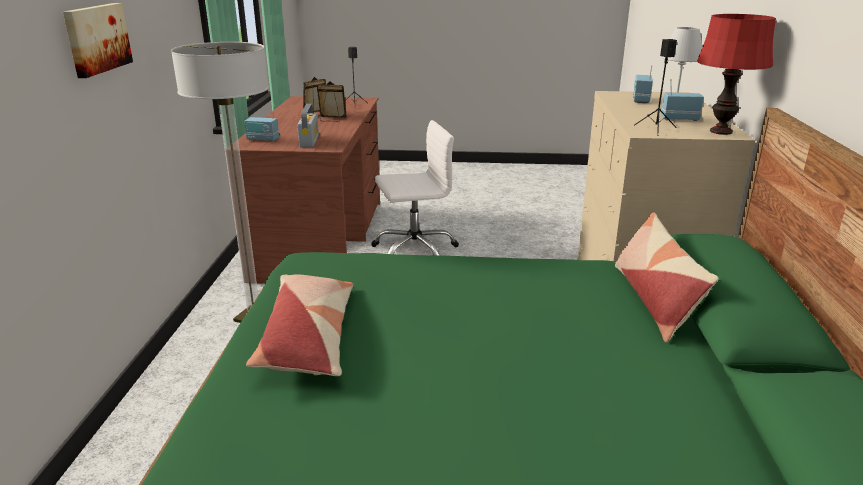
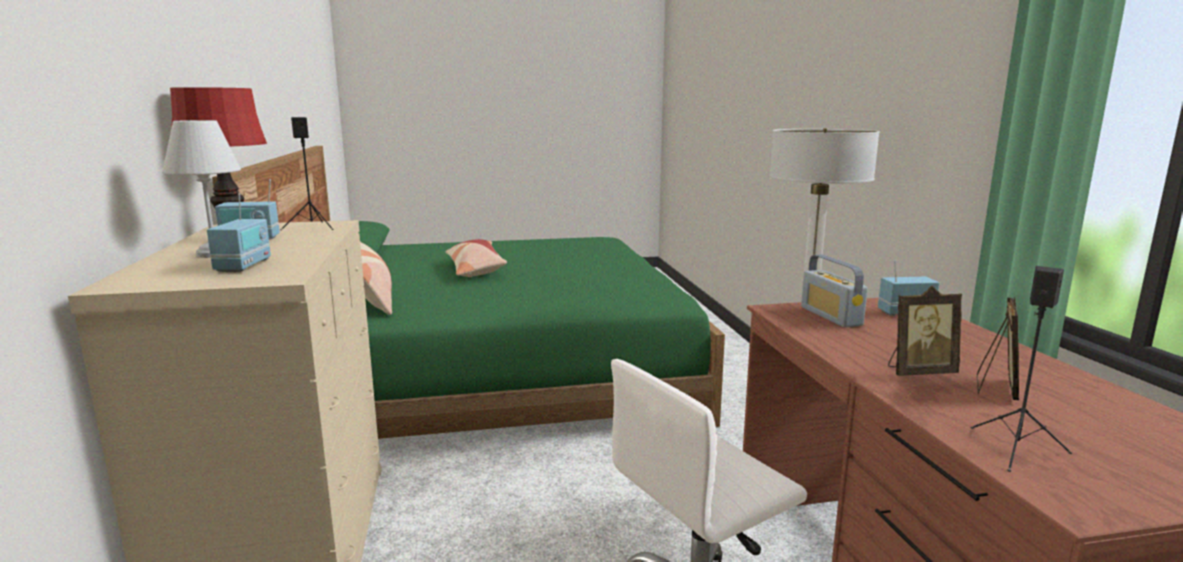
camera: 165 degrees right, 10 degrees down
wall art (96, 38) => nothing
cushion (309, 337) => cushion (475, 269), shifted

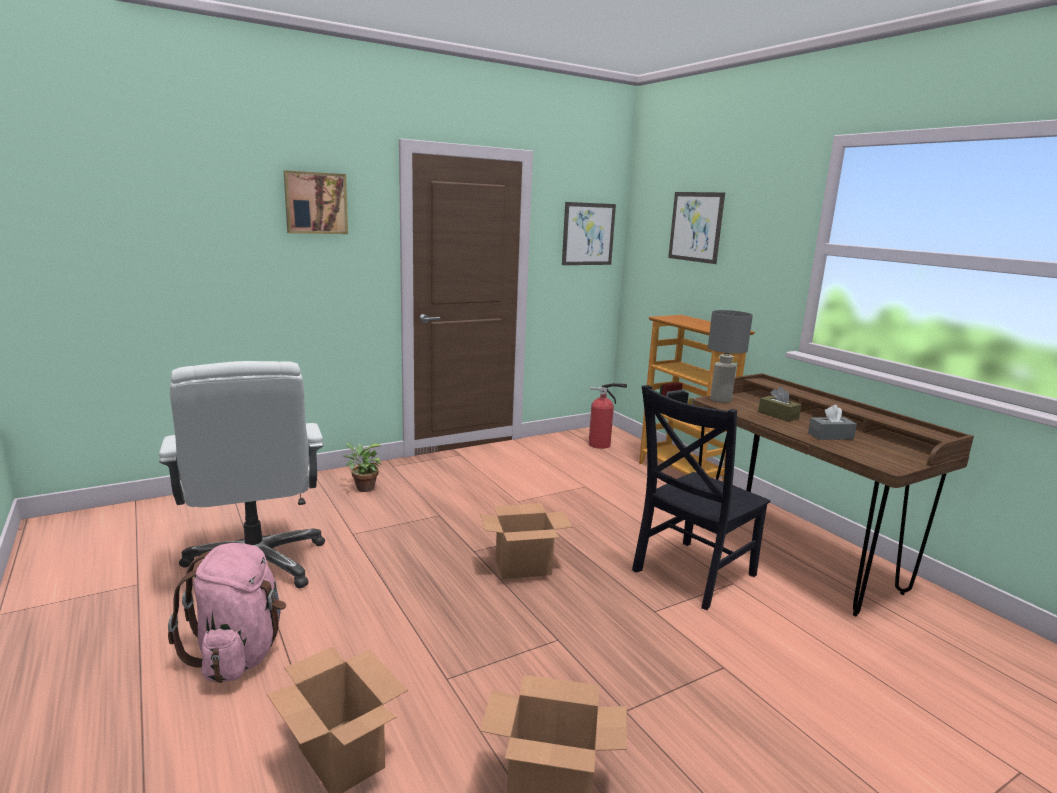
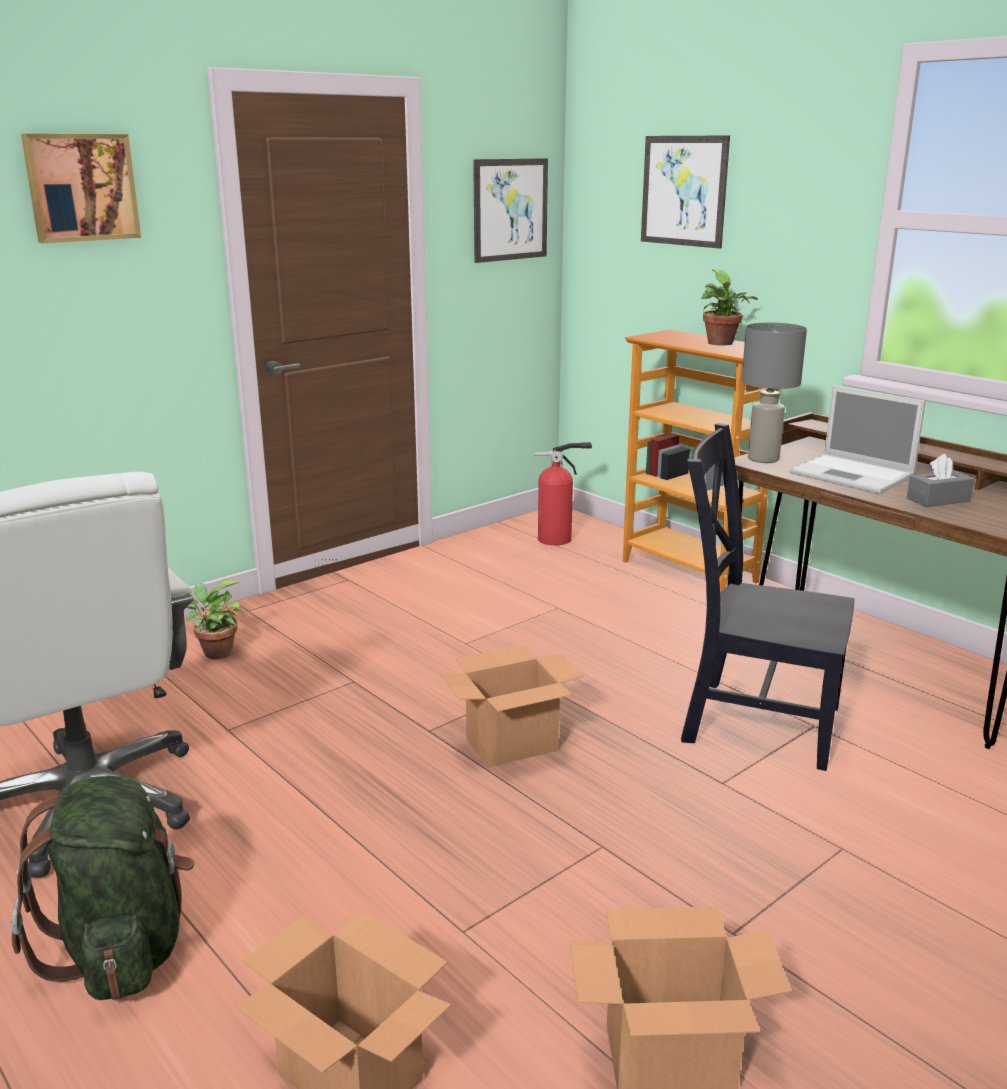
camera: 10 degrees left, 5 degrees up
upright chair (black) (690, 574) => upright chair (black) (753, 721), 75 degrees clockwise
tissue box (brown) (778, 415) => portable computer (853, 475)
backpack (pink-coloured) (239, 654) => backpack (green) (122, 948)
nothing => potted plant (721, 344)

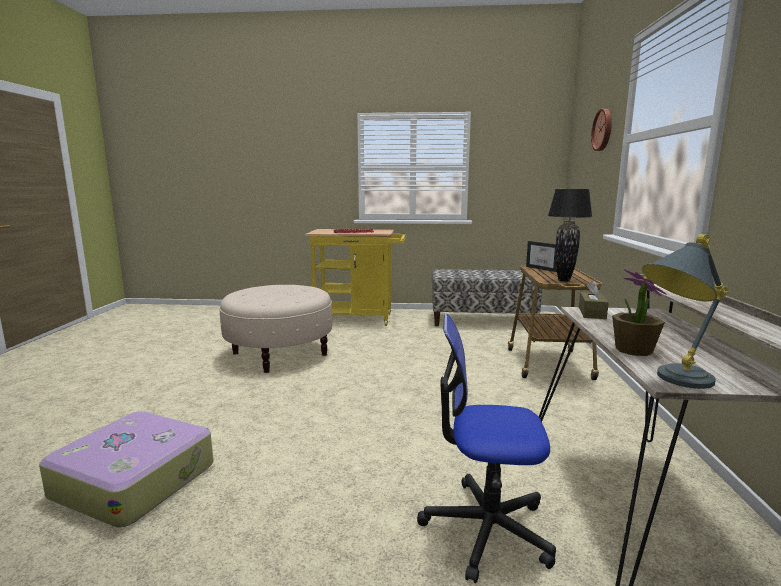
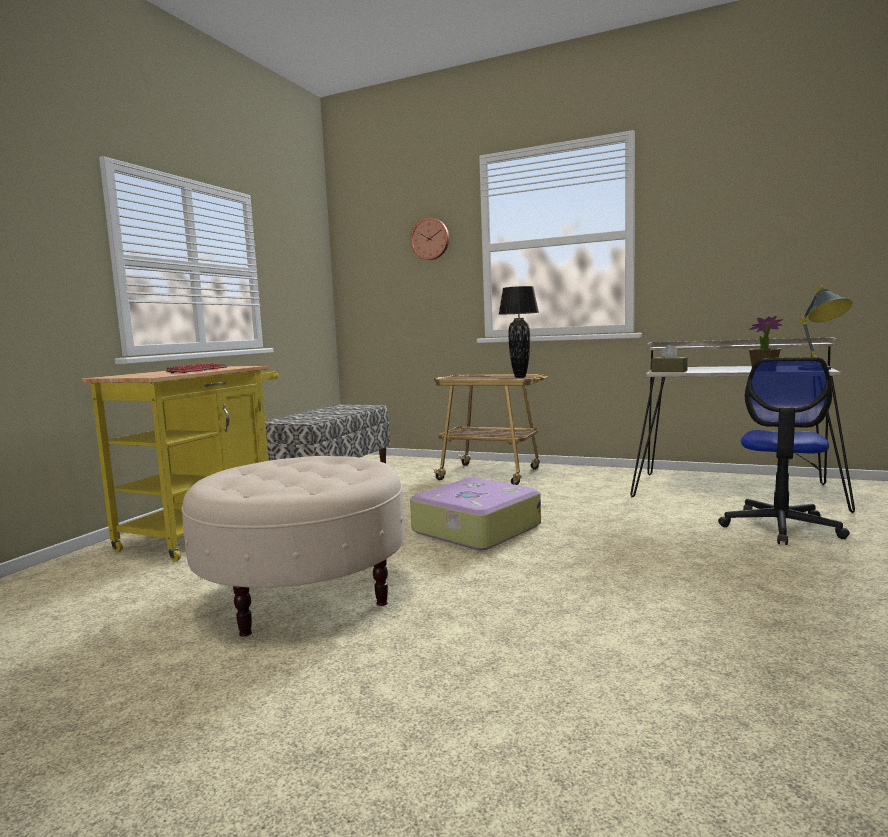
camera: 70 degrees left, 5 degrees down
standing frame (544, 269) => nothing
piece of luggage (135, 479) => piece of luggage (474, 529), shifted

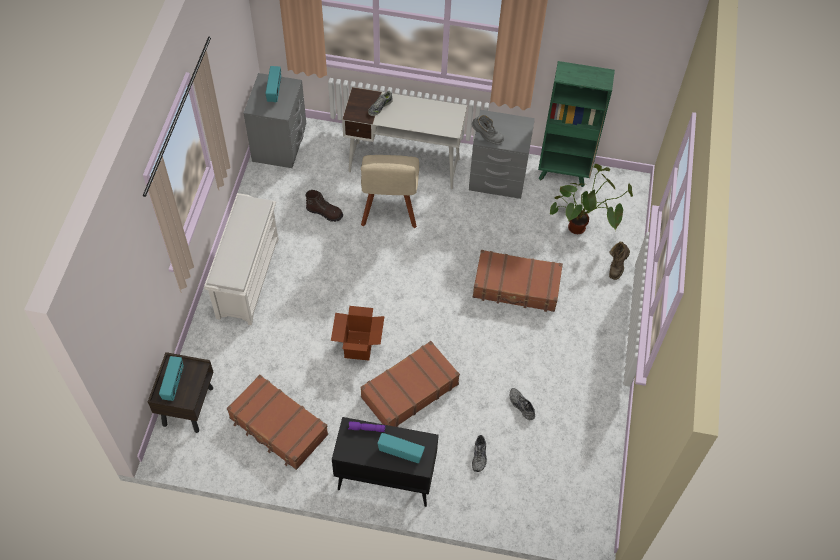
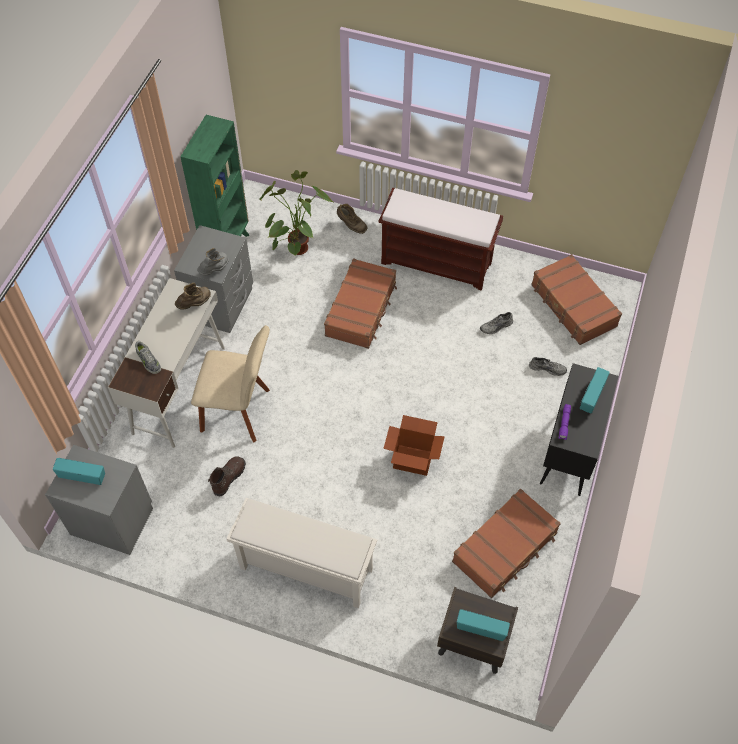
camera: 80 degrees left, 0 degrees up
piece of luggage (brown) (409, 390) => piece of luggage (brown) (573, 306), shifted
nothing => indoor bench (brown) (437, 262)
nothing => high-top boot (brown) (195, 304)

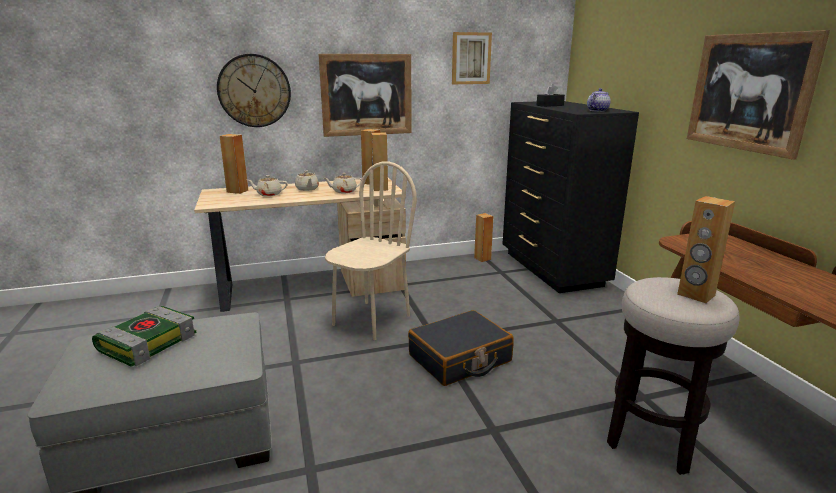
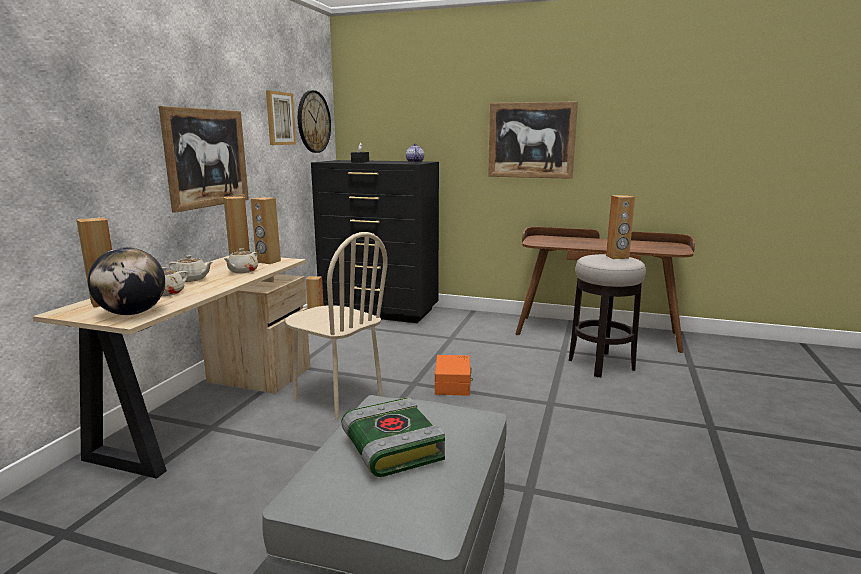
camera: 55 degrees left, 5 degrees down
hanging clock (254, 91) => hanging clock (313, 122), shifted
upright chair (sand-coloured) (371, 320) => upright chair (sand-coloured) (337, 398), 150 degrees clockwise
piece of luggage (black) (460, 359) => storage box (orange) (454, 384)
nothing => globe (132, 313)

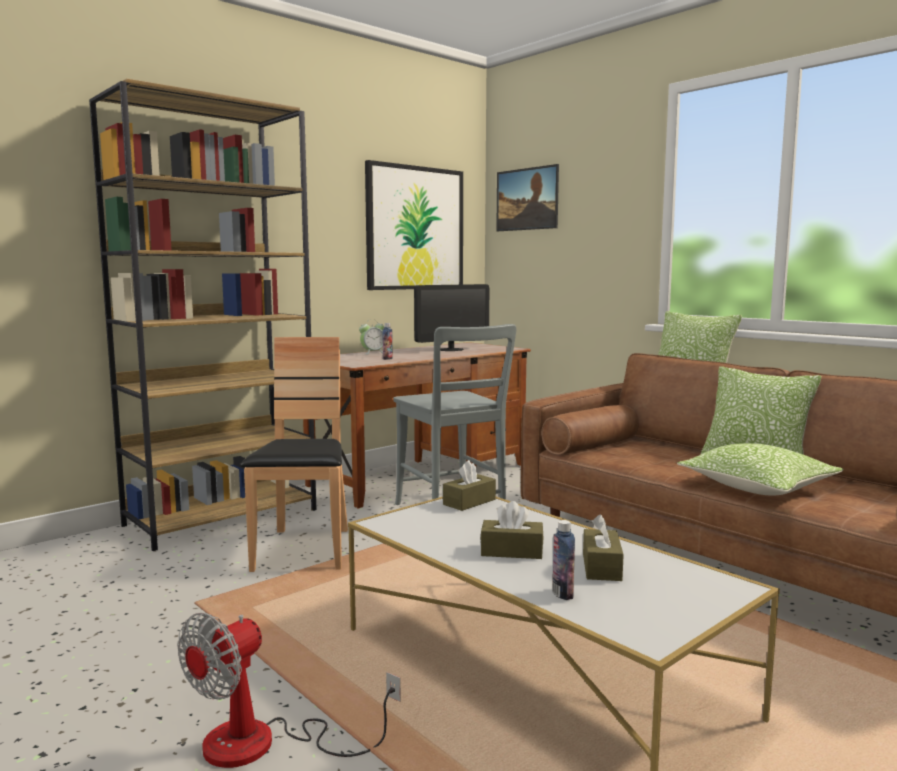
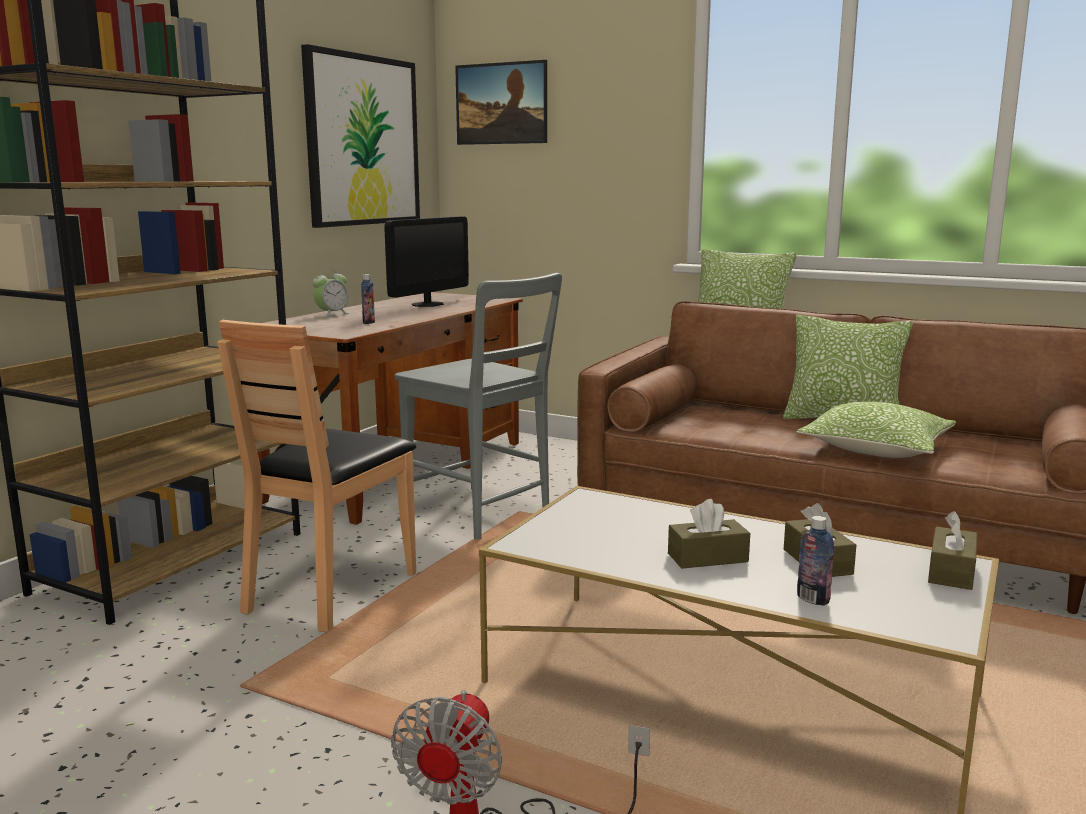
camera: 20 degrees left, 5 degrees up
upright chair (brown) (304, 550) => upright chair (brown) (331, 590), 135 degrees counterclockwise
tissue box (brown) (469, 502) => tissue box (brown) (951, 572), shifted

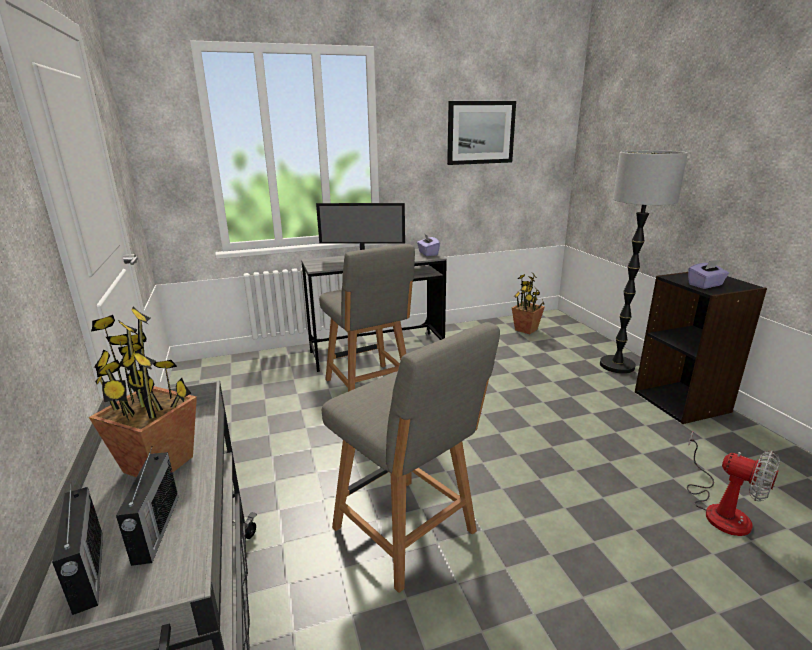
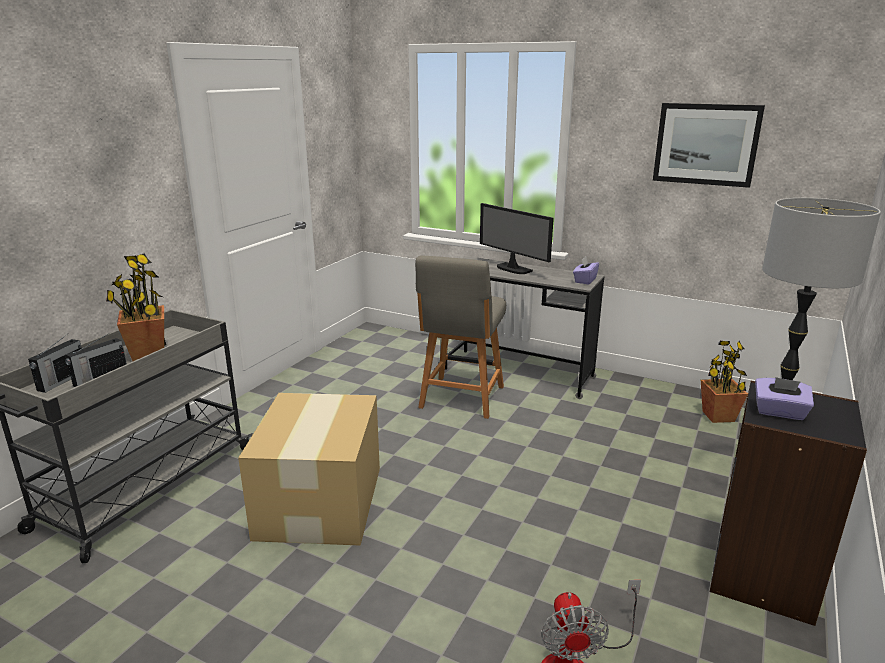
camera: 45 degrees right, 0 degrees up
upright chair (gray) (407, 532) => packing box (318, 503)

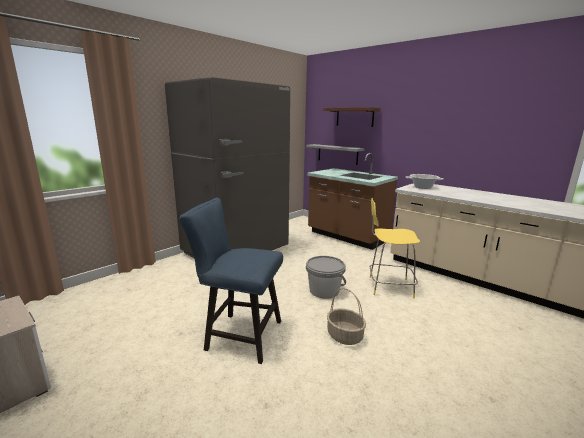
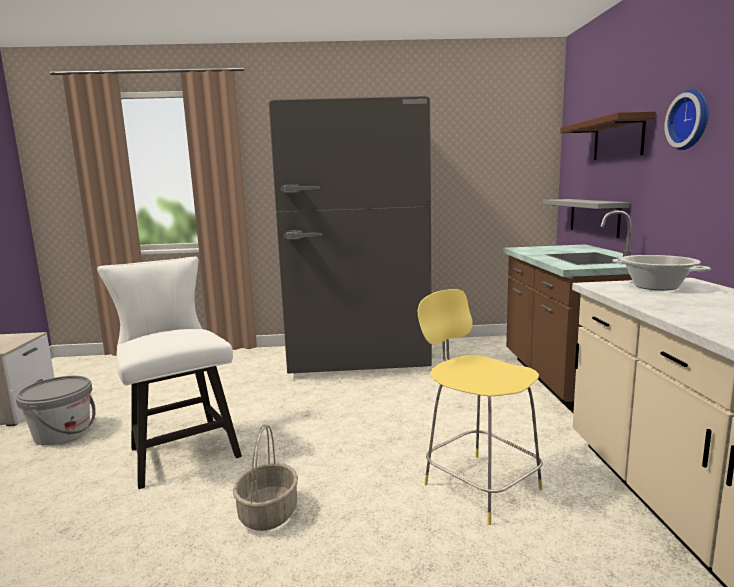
camera: 45 degrees right, 5 degrees down
upright chair (blue-coloured) (238, 335) => upright chair (whitish) (180, 449)
pail (gray) (324, 290) => pail (gray) (62, 433), shifted
nothing => hanging clock (691, 120)

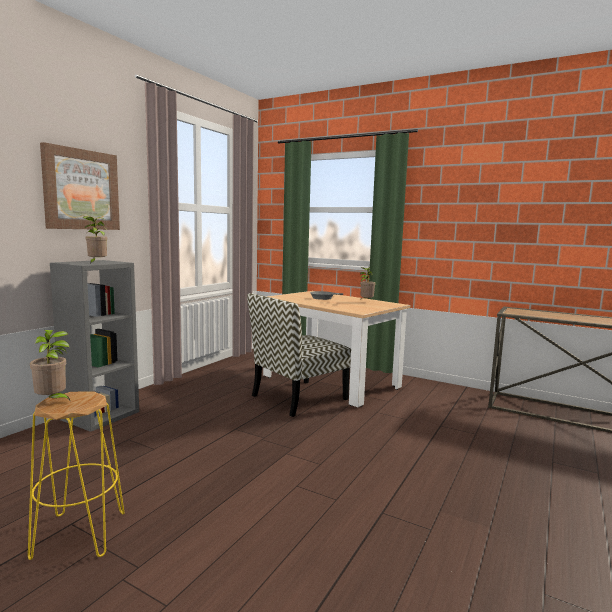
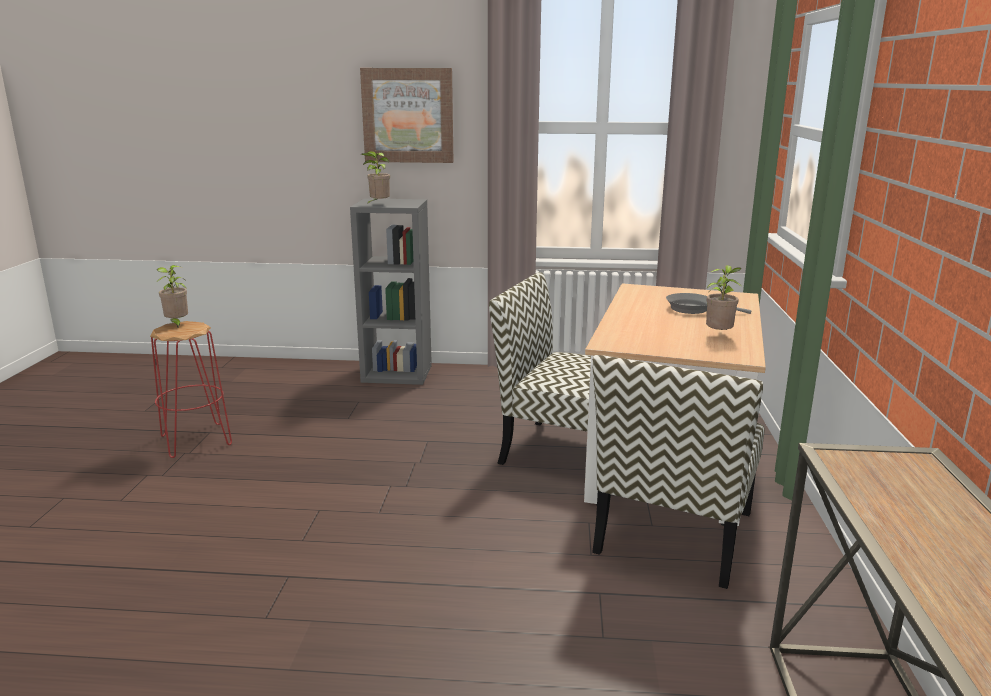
camera: 65 degrees right, 10 degrees up
sitting stool (yellowish) (79, 535) => sitting stool (reddish) (195, 440)
nothing => upright chair (674, 534)

